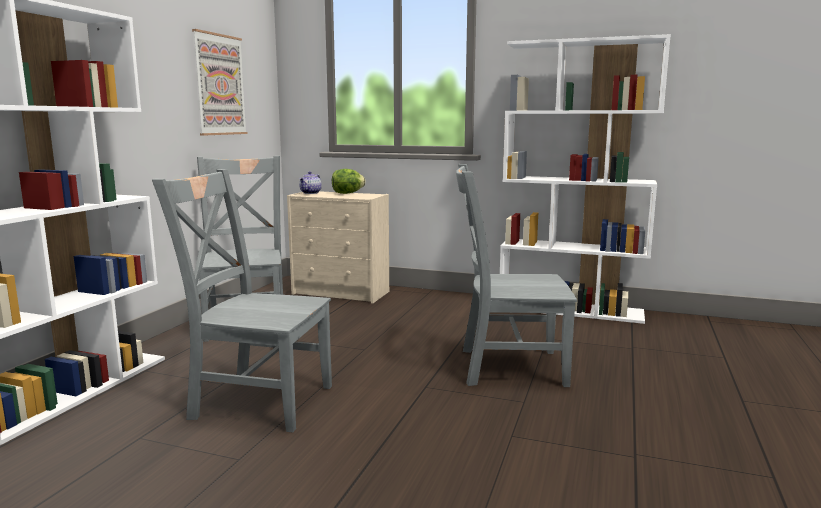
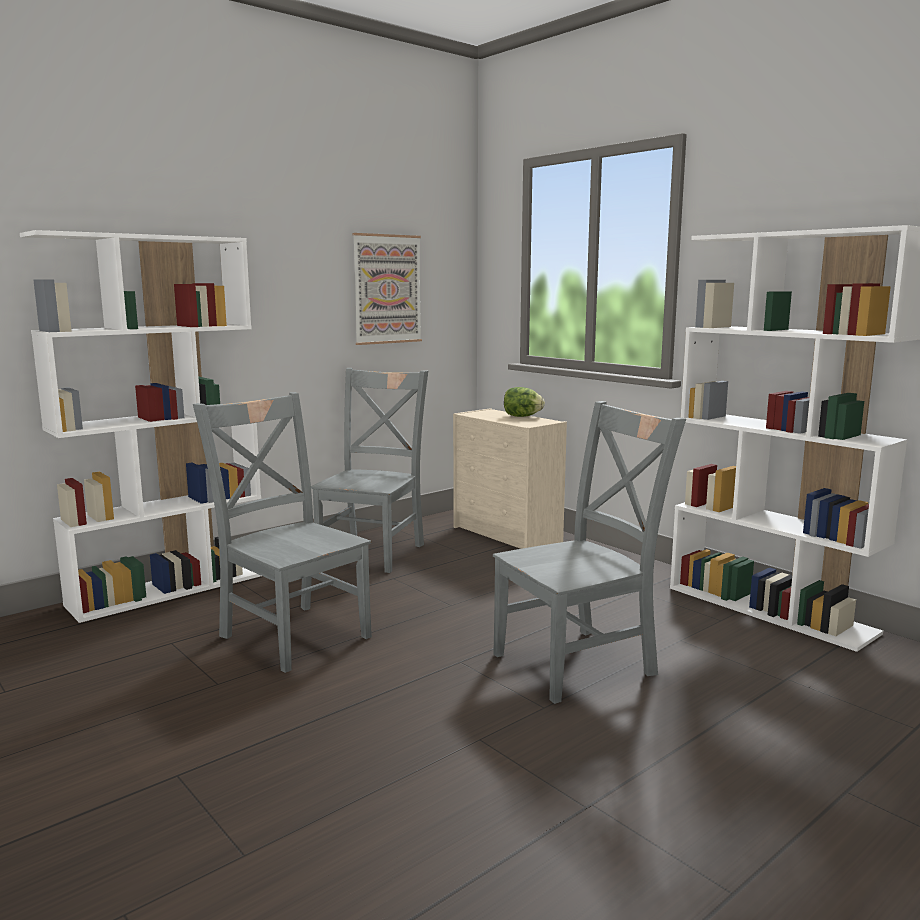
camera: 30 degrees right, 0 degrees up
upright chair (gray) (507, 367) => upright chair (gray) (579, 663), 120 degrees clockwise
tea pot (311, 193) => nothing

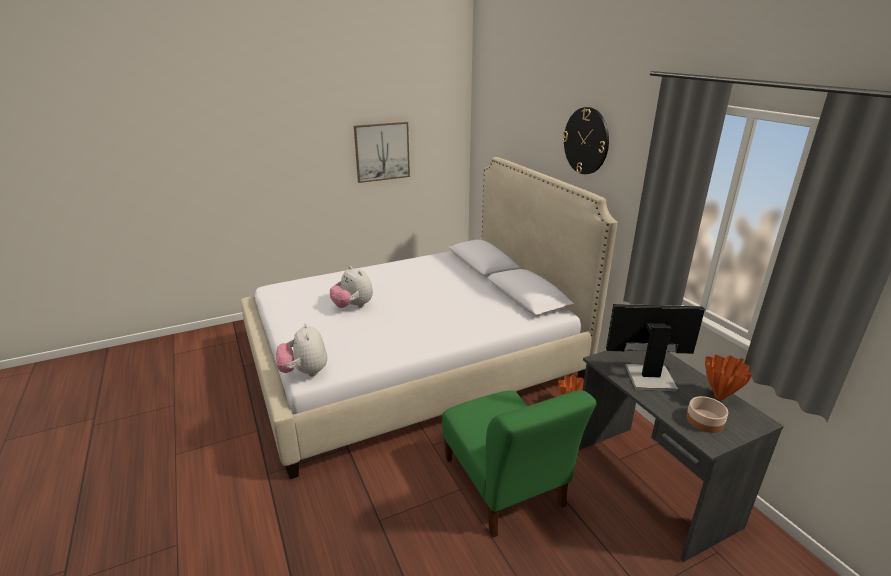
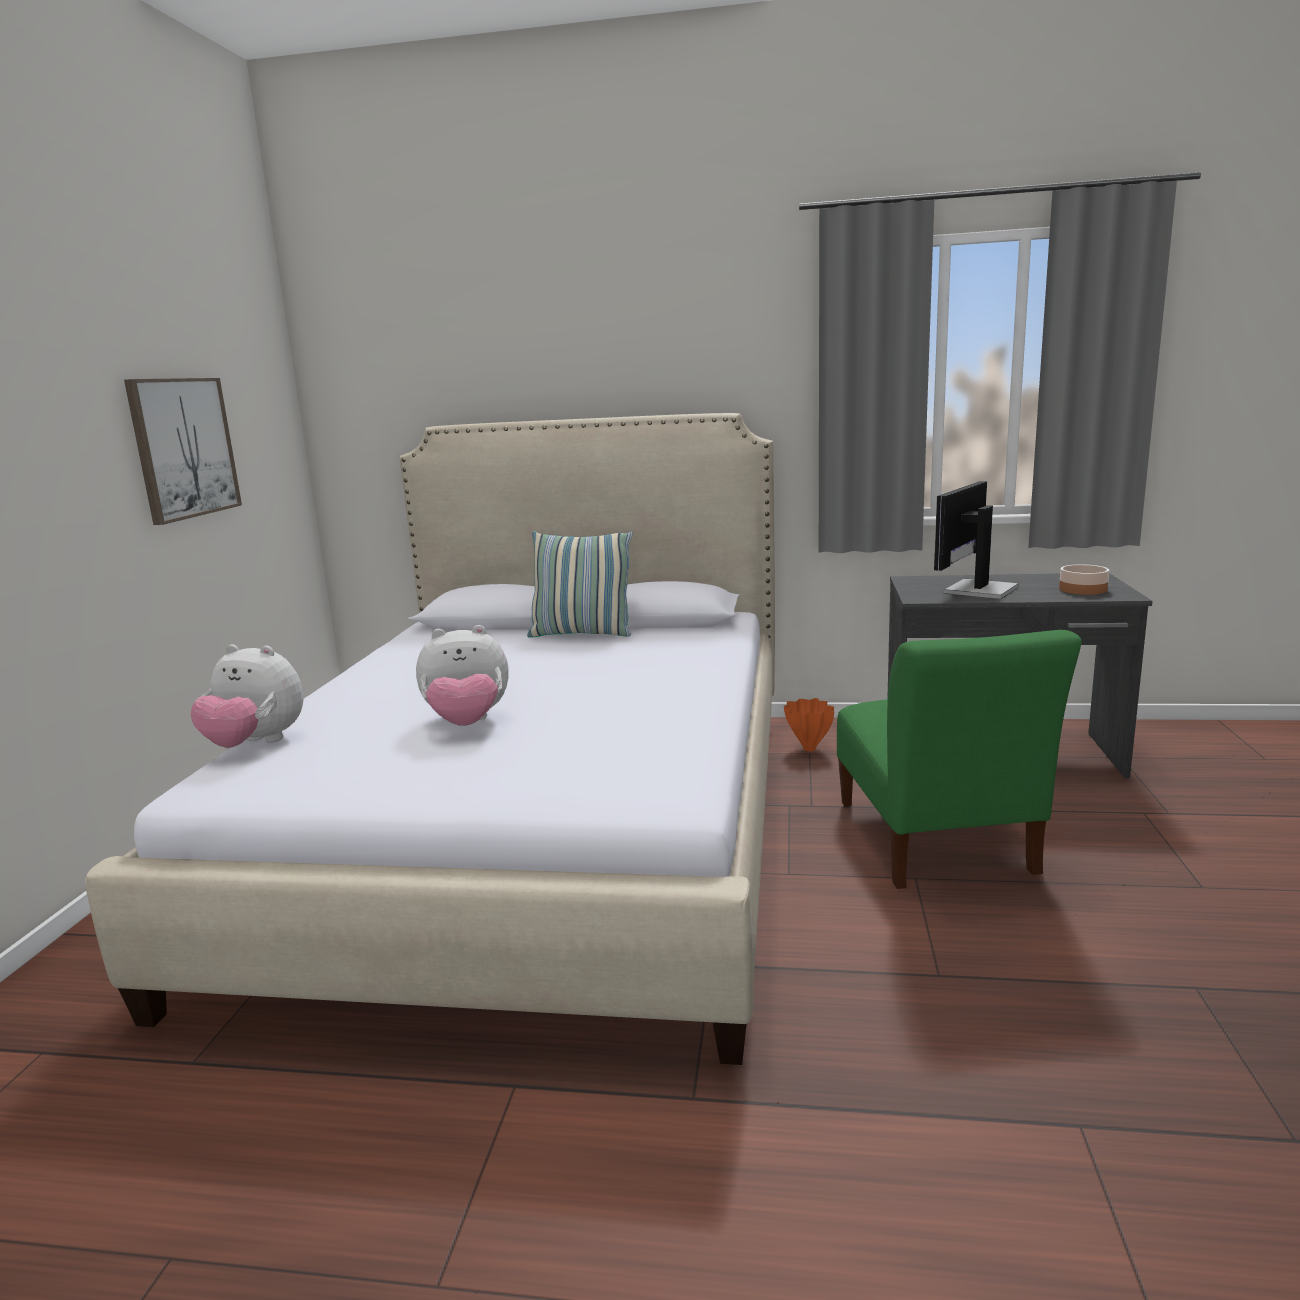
camera: 55 degrees left, 10 degrees down
hanging clock (586, 141) => nothing
cuddly toy (305, 372) => cuddly toy (255, 744), shifted
flower vase (orange) (719, 397) => nothing
upright chair (green) (505, 486) => upright chair (green) (935, 842), 75 degrees clockwise
nothing => cushion (582, 634)

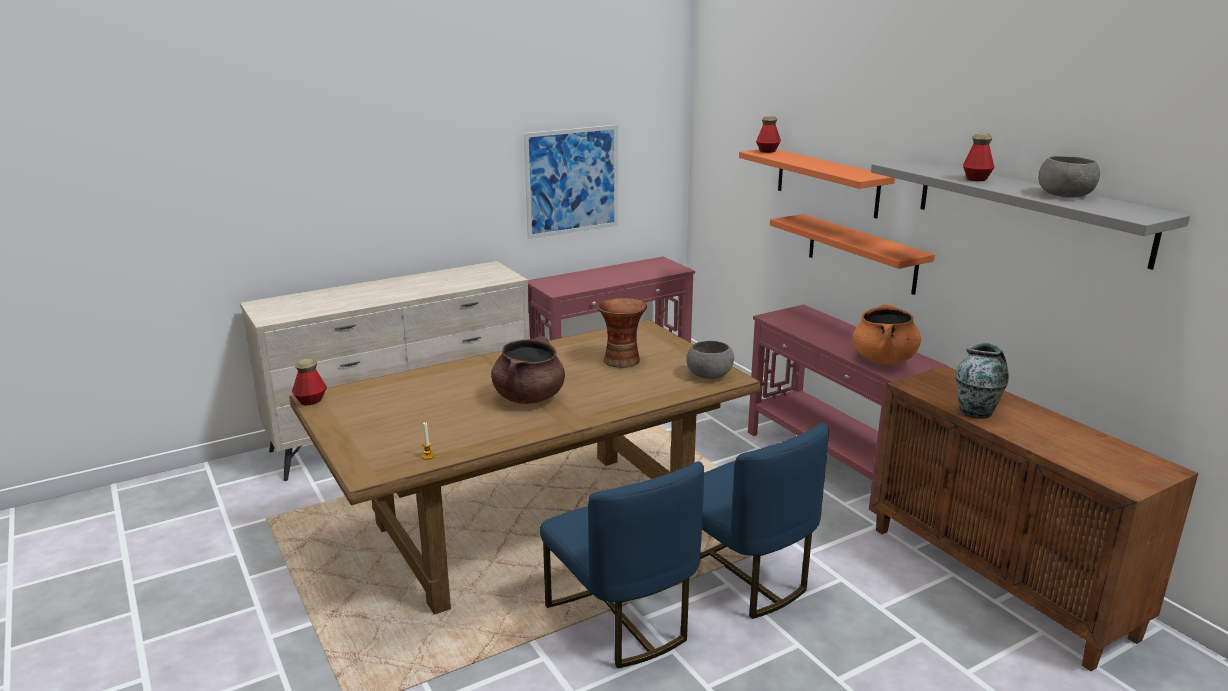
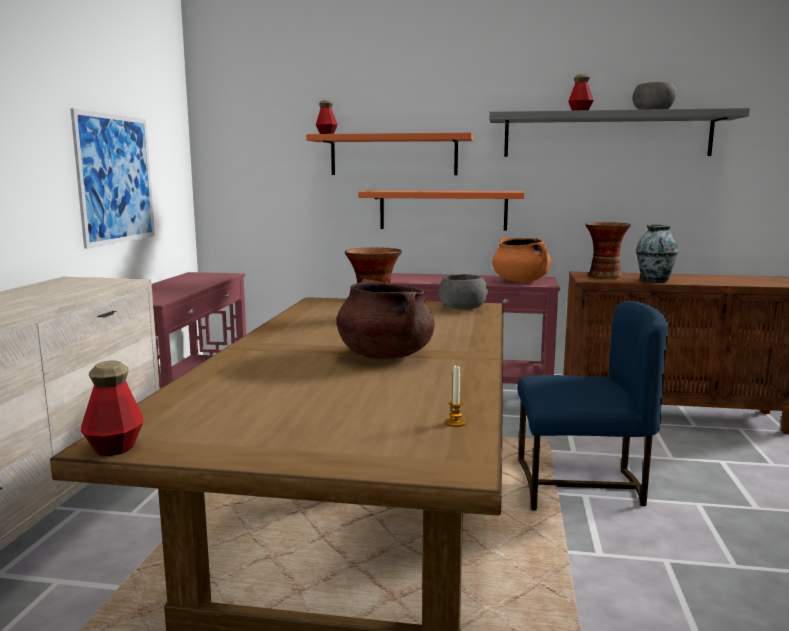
camera: 50 degrees left, 10 degrees down
upright chair (blue-coloured) (622, 620) => nothing
nothing => flower vase (603, 276)

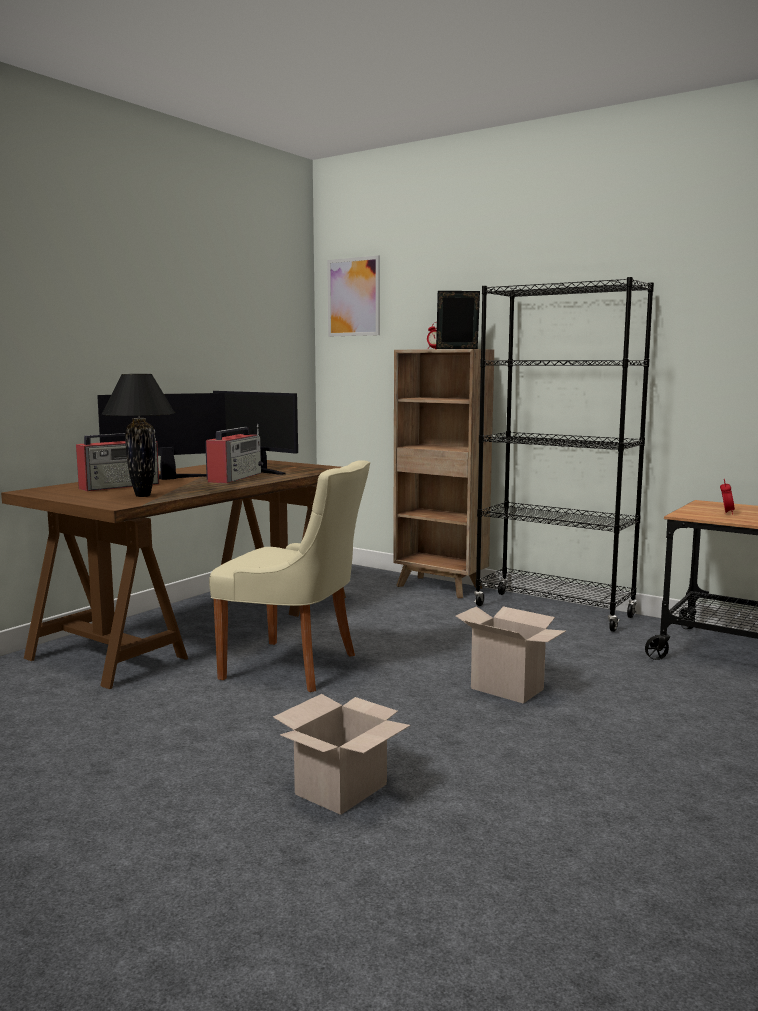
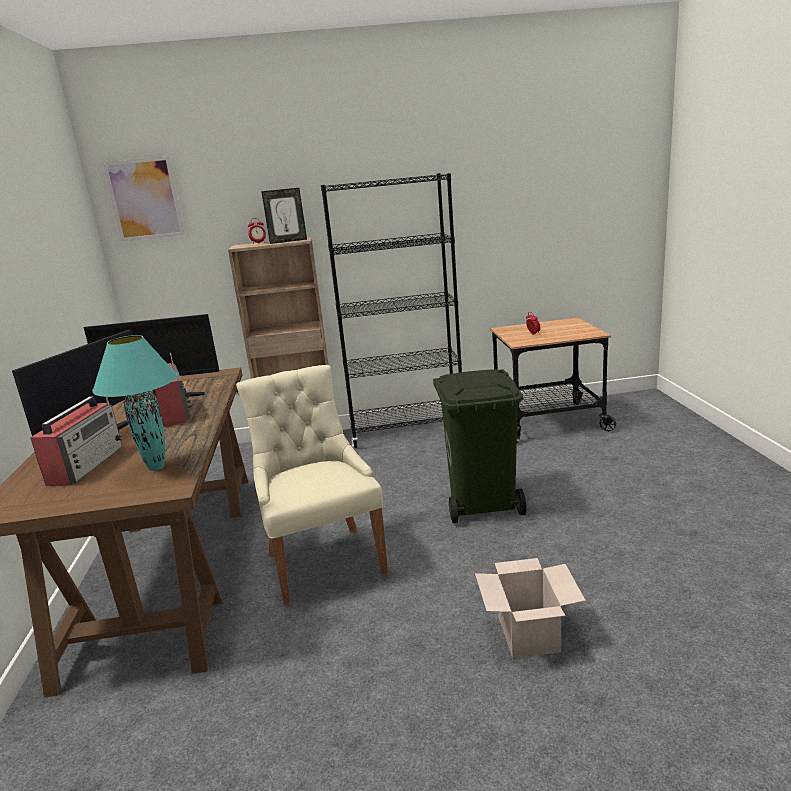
camera: 40 degrees left, 10 degrees up
standing frame (457, 348) => standing frame (288, 241), 150 degrees counterclockwise
tabletop lamp (black) (143, 495) => tabletop lamp (turquoise-coloured) (156, 467)
upright chair (sand-coloured) (295, 667) => upright chair (sand-coloured) (323, 560), 90 degrees counterclockwise
packing box (510, 689) => rubbish bin (green) (483, 503)

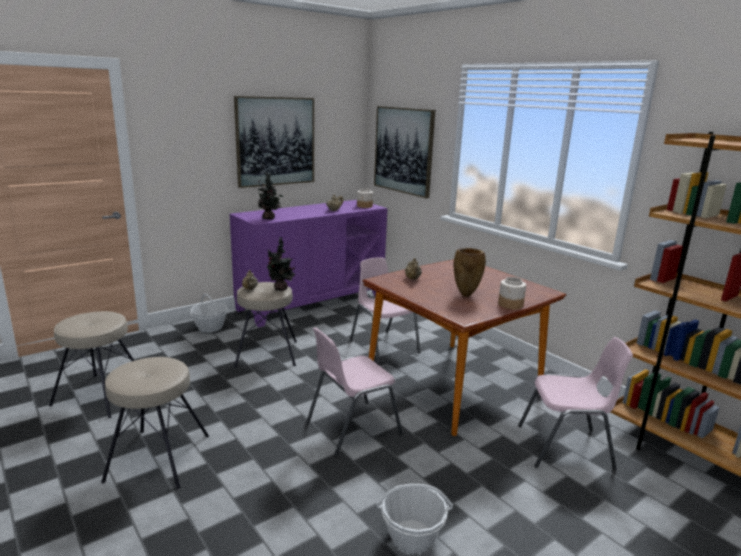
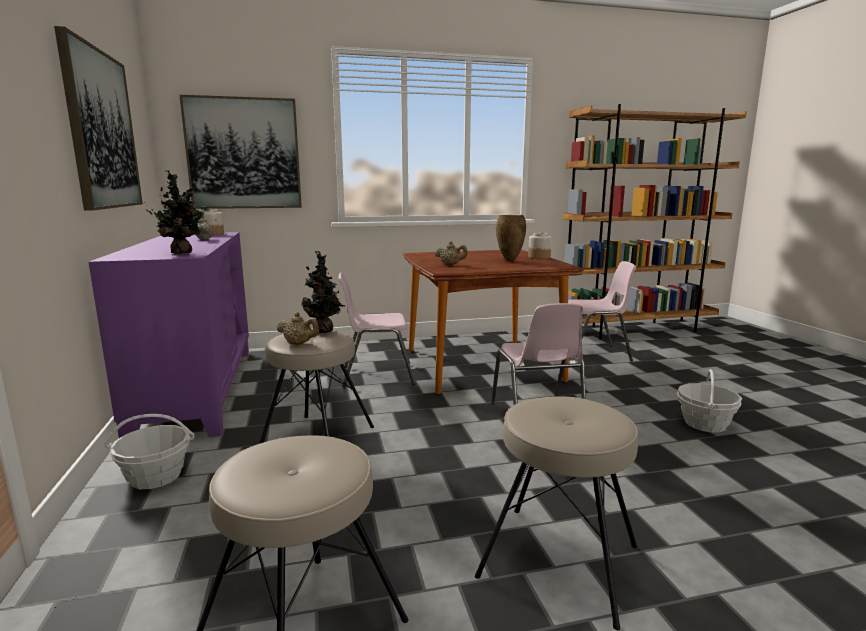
camera: 65 degrees left, 5 degrees down
upright chair (pink-coloured) (566, 447) => upright chair (pink-coloured) (593, 354), 60 degrees clockwise

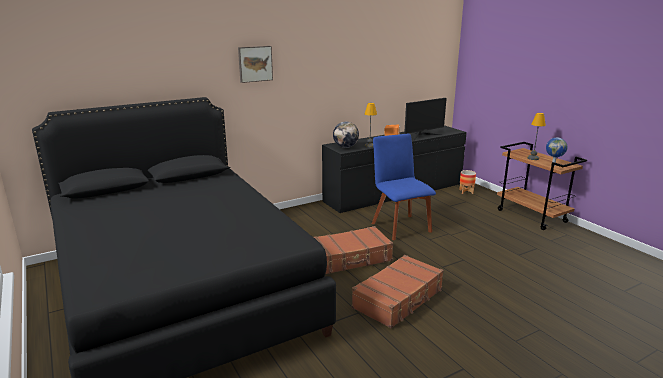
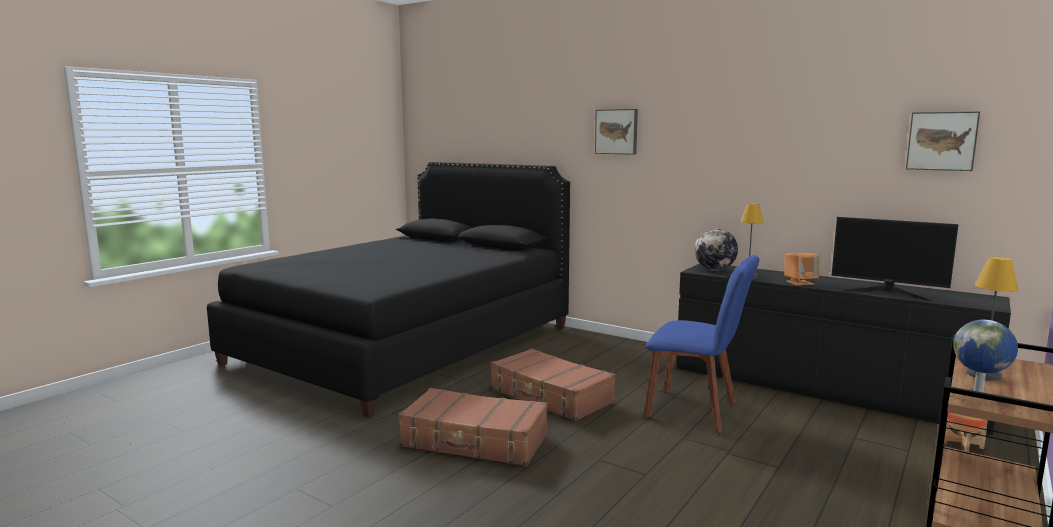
camera: 65 degrees right, 10 degrees down
upright chair (blue-coloured) (400, 226) => upright chair (blue-coloured) (696, 410), 75 degrees clockwise
nothing => wall art (942, 141)

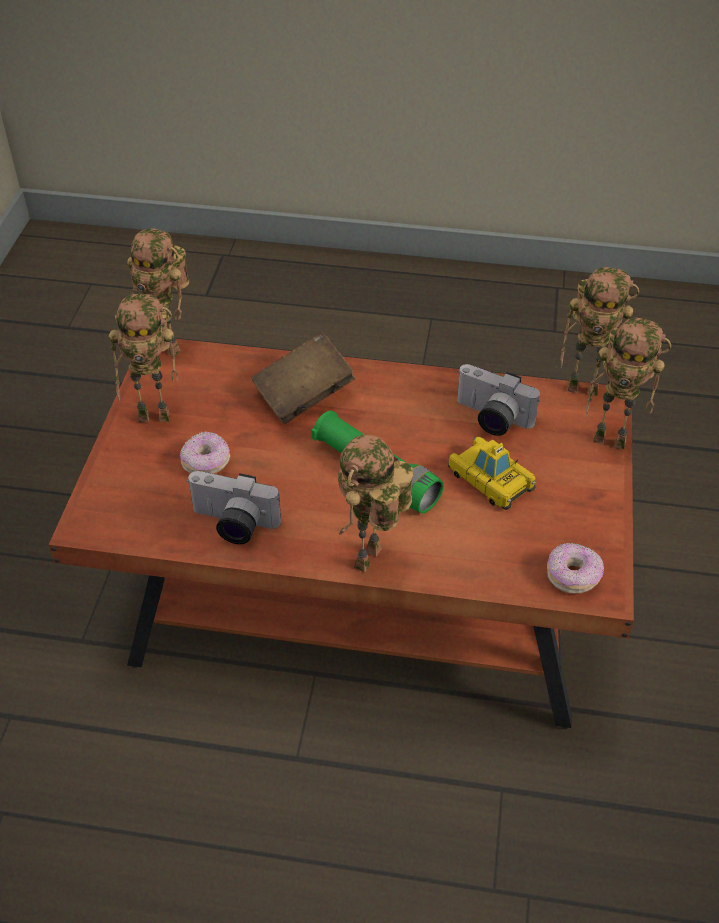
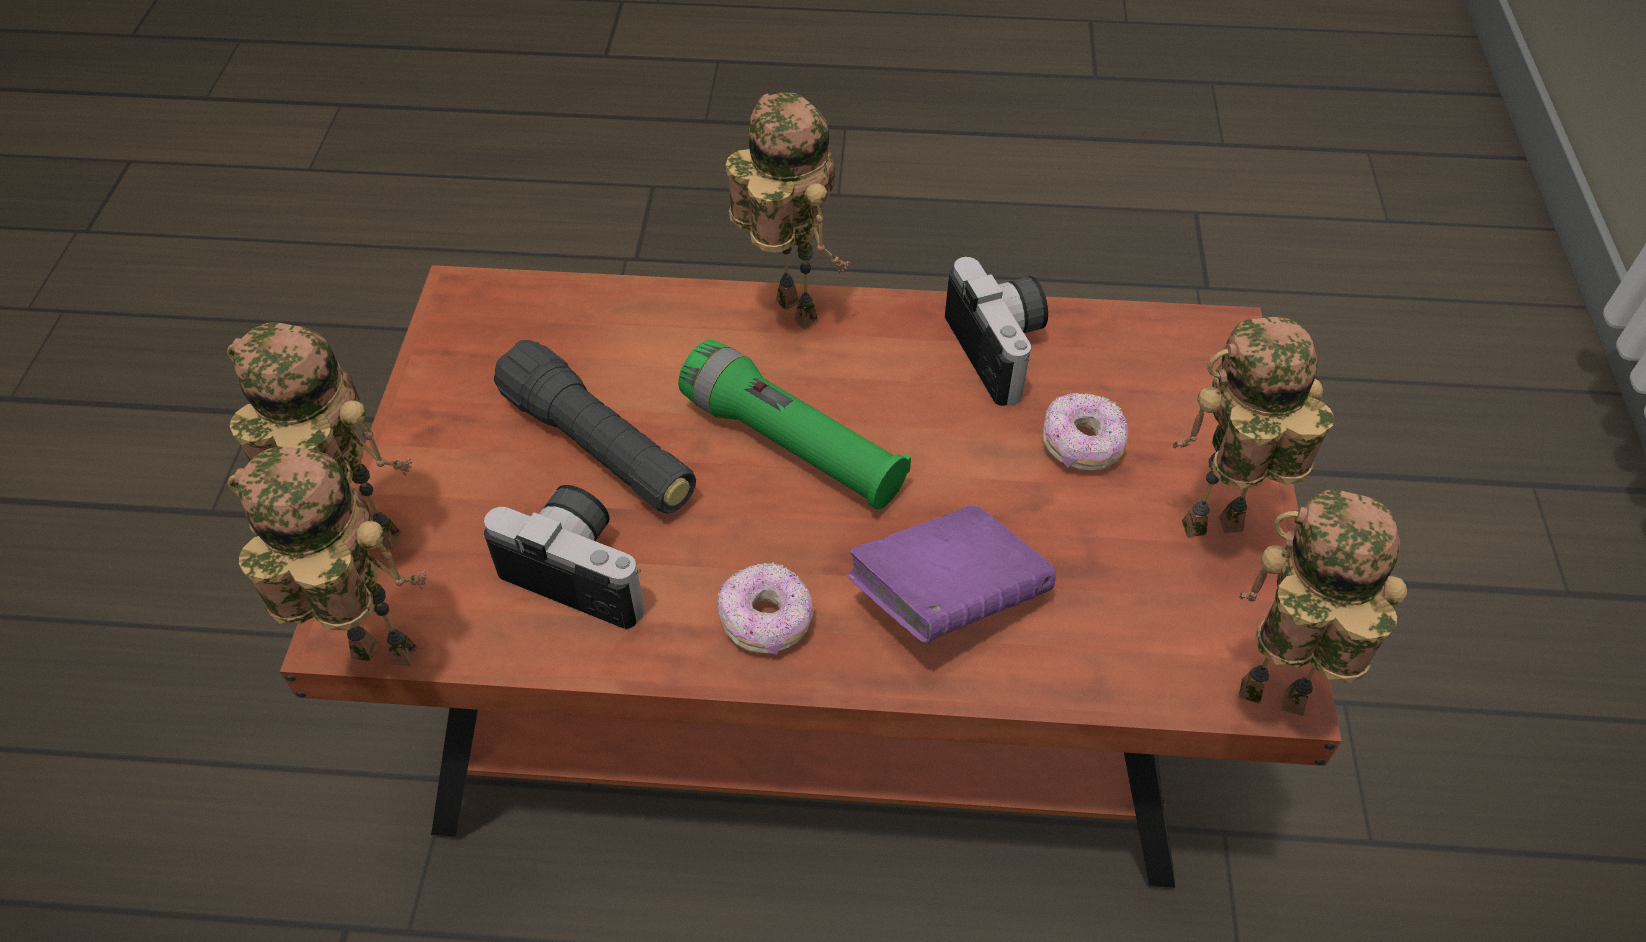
camera: 175 degrees right, 5 degrees up
bound book (brown) (303, 395) => bound book (purplish) (947, 598)
robot figure (370, 561) => robot figure (789, 311), 60 degrees counterclockwise
toy car (490, 479) => torch (black) (599, 448)
photo camera (232, 525) => photo camera (1004, 348), 60 degrees clockwise
doughnut (572, 576) => doughnut (766, 620), shifted

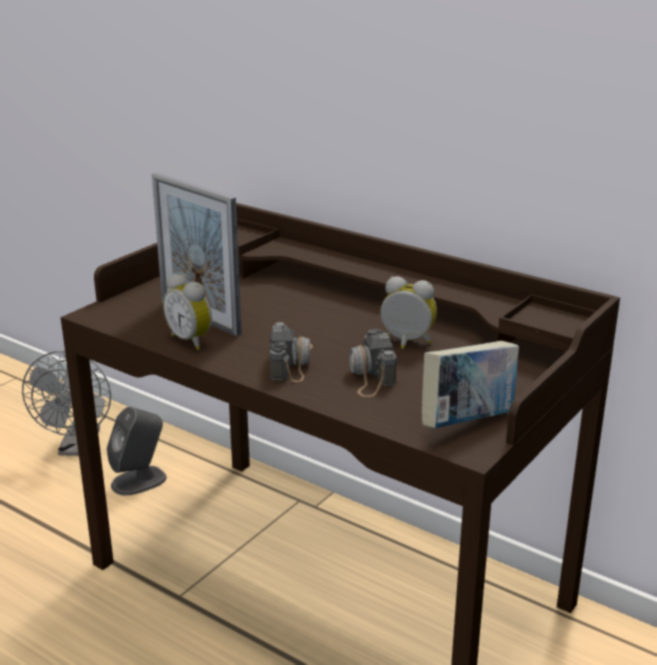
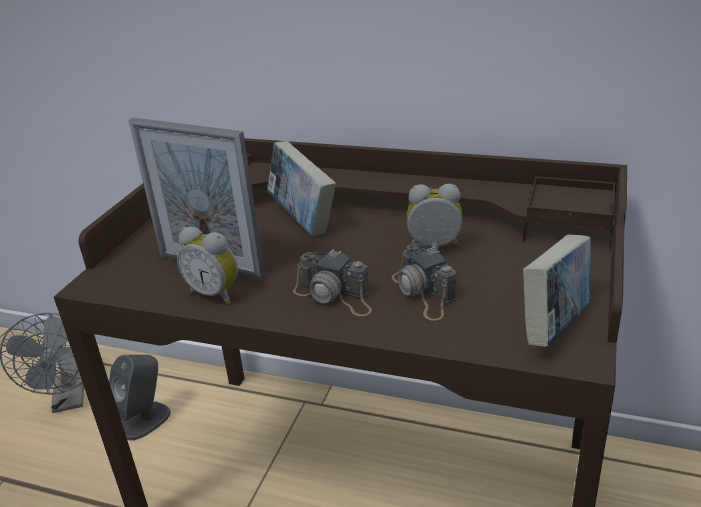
camera: 15 degrees left, 5 degrees up
photo camera (291, 361) => photo camera (335, 296), 135 degrees clockwise
nothing => bound book (303, 220)

